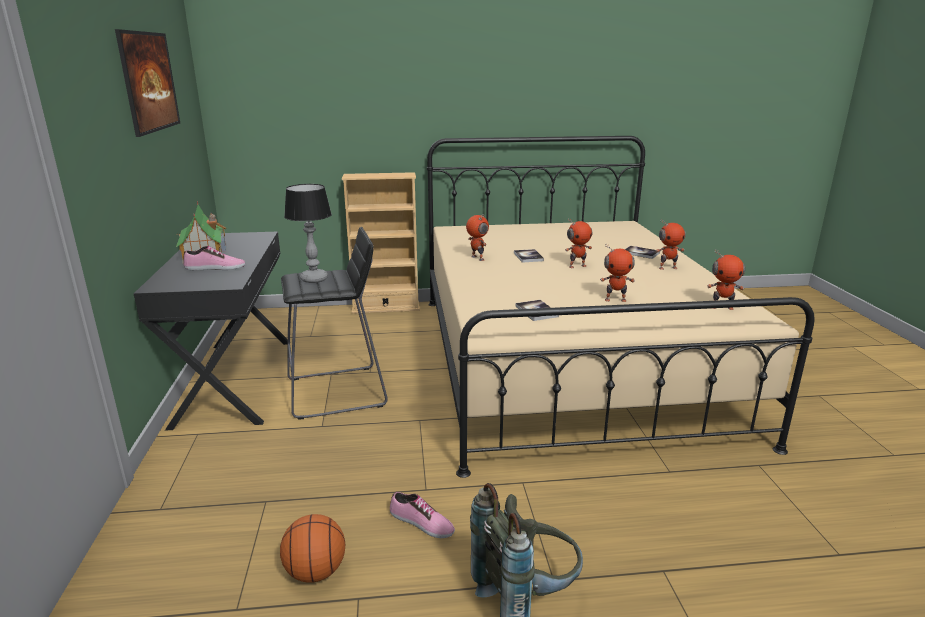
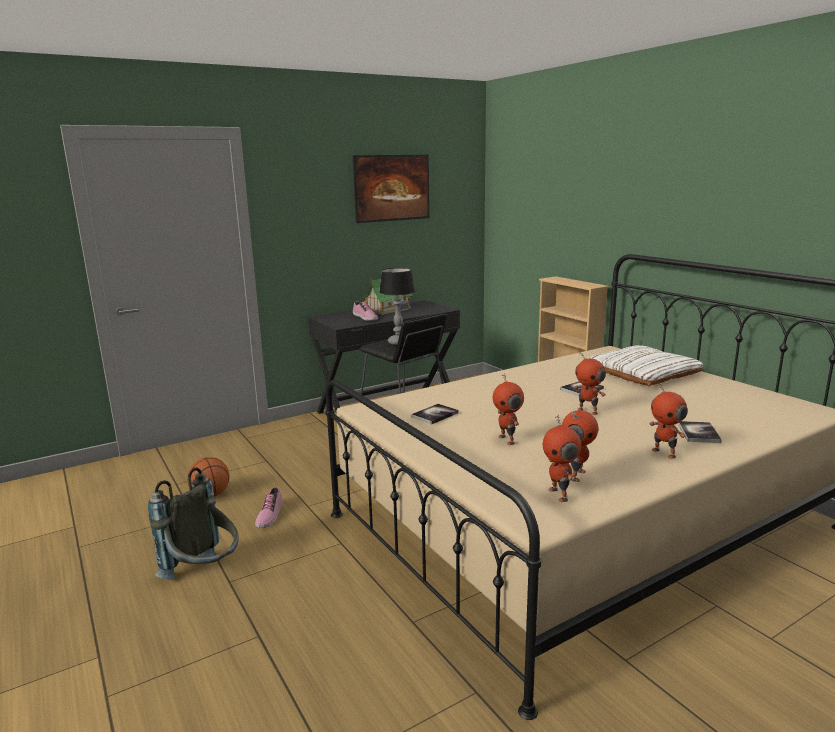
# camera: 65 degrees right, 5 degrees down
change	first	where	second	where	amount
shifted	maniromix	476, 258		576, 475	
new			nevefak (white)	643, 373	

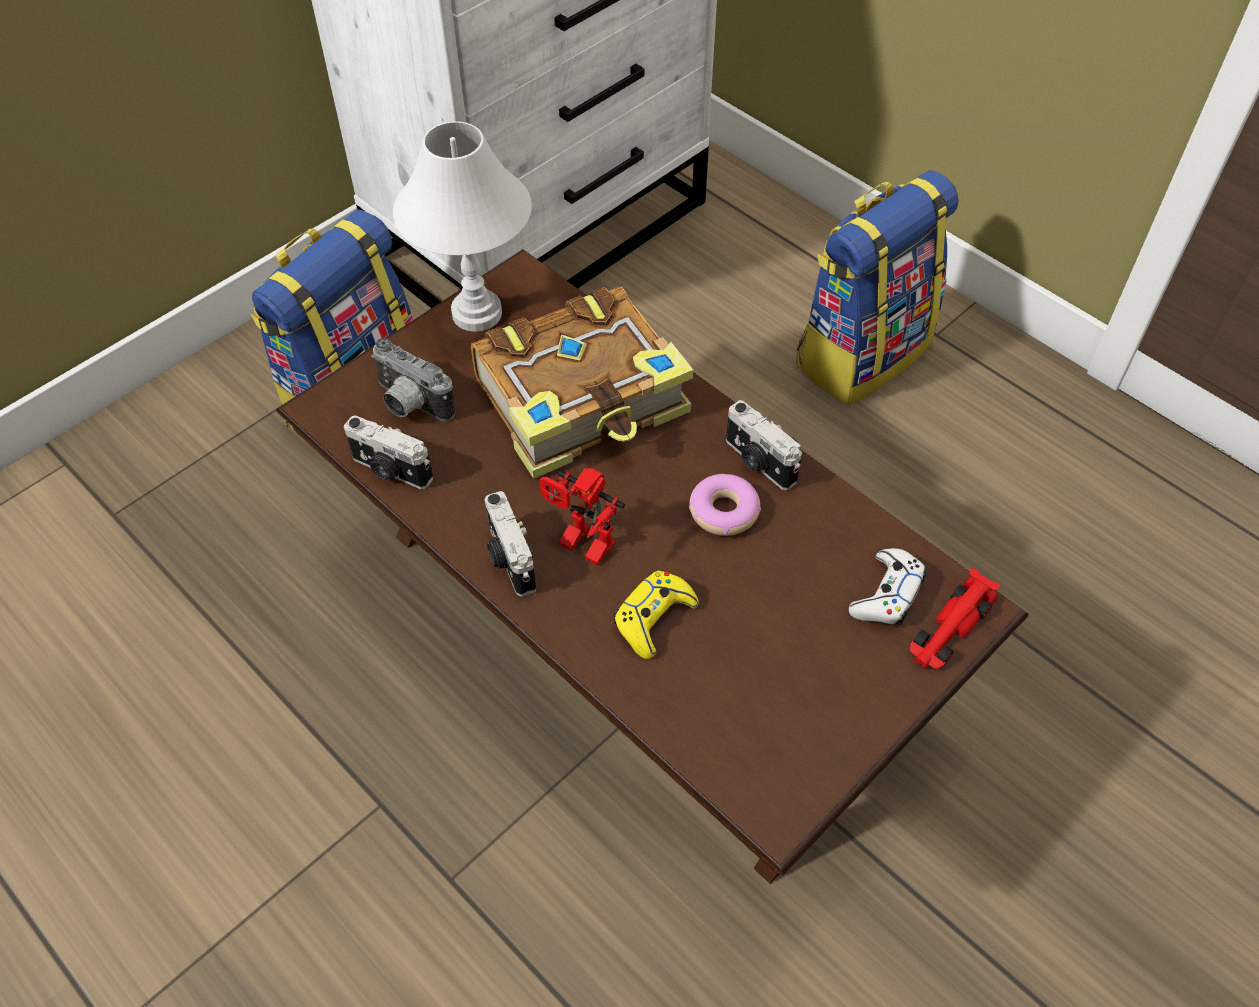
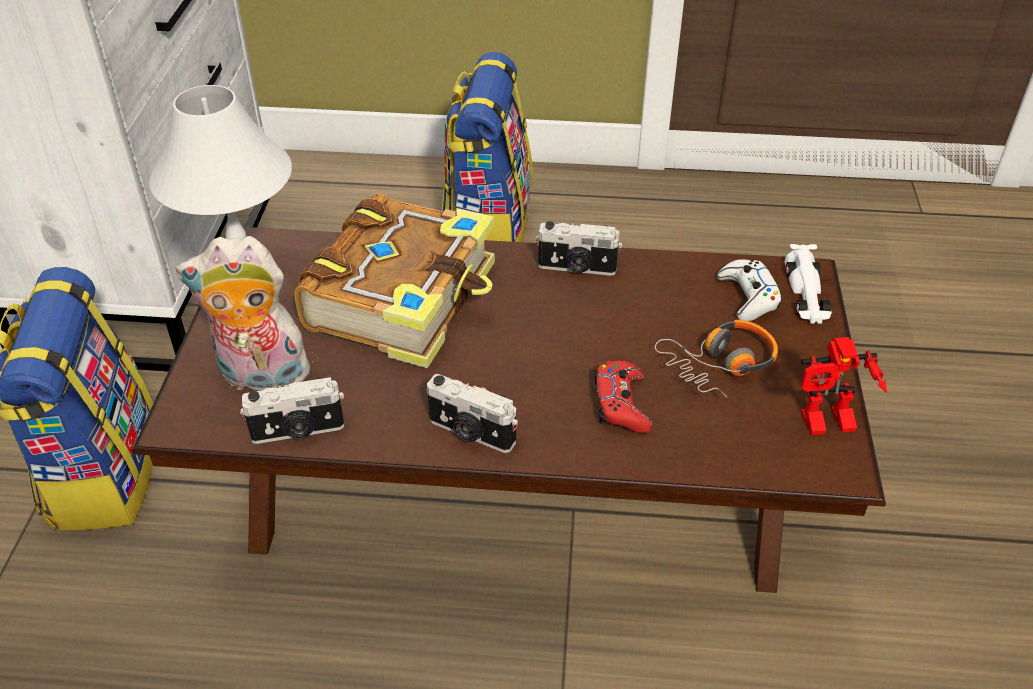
# camera: 40 degrees left, 10 degrees down
change	first	where	second	where	amount
swapped	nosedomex	409, 404	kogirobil	260, 377	
repainted	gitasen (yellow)	654, 618	gitasen (red)	621, 404	
new			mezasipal	720, 365	
repainted	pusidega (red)	950, 628	pusidega (white)	806, 293	
shifted	maniromix	580, 546		826, 426	
gone	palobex	723, 511			

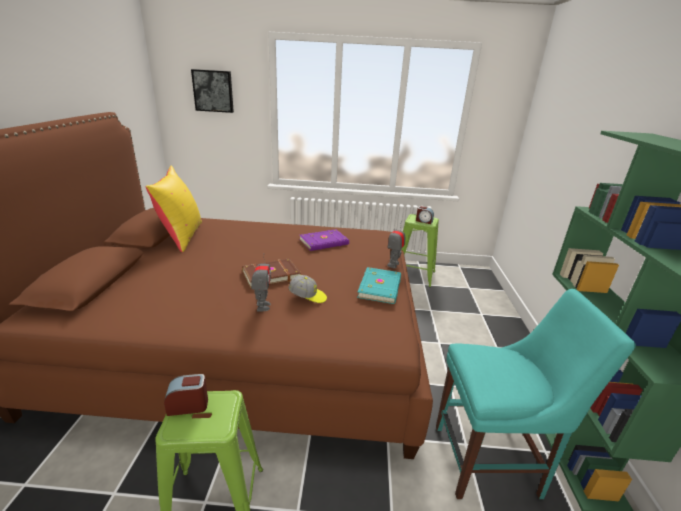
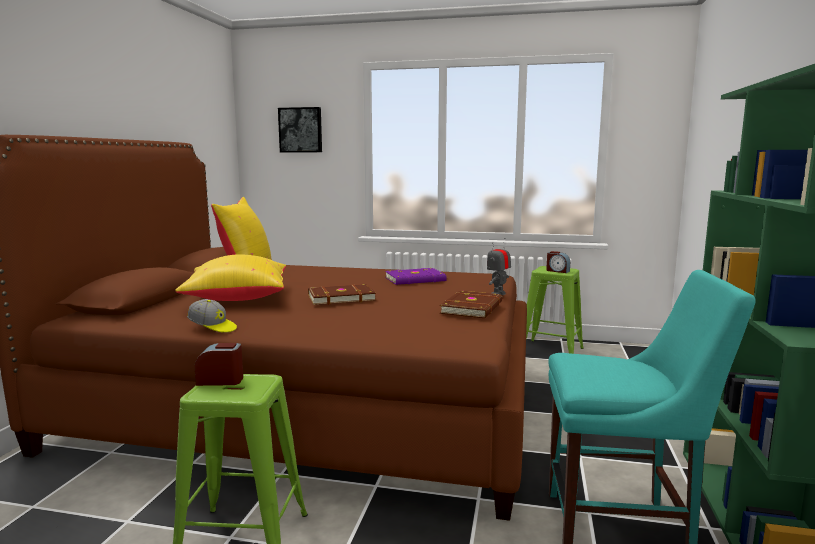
# camera: 10 degrees right, 15 degrees down
change	first	where	second	where	amount
new			nevefak (yellow)	237, 298	
shifted	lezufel	308, 296		213, 328	
repainted	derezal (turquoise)	381, 287	derezal (brown)	473, 308	
gone	maniromix	263, 306			

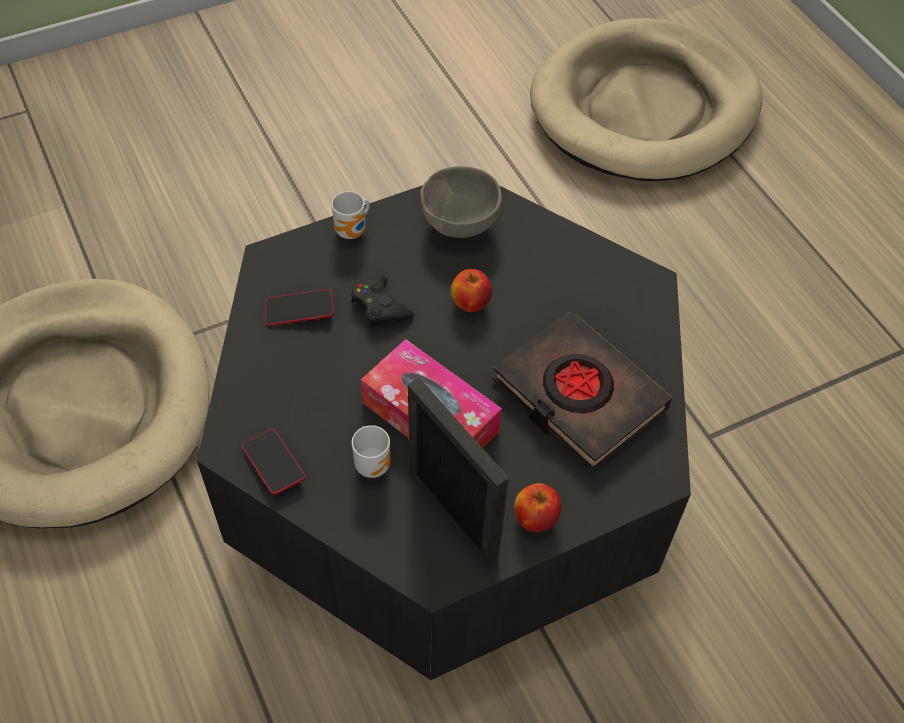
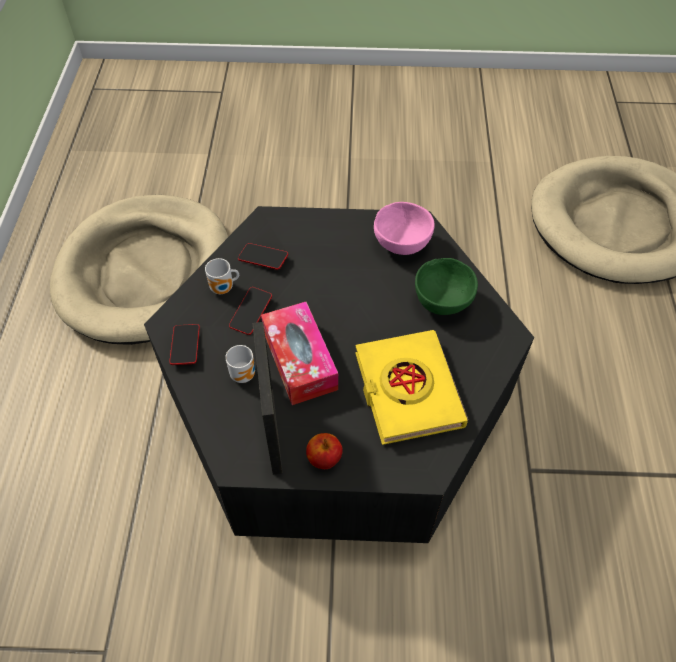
# camera: 30 degrees right, 0 degrees up
change	first	where	second	where	amount
shifted	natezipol	353, 232		224, 289	
new			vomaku	251, 313	
repainted	derezal (black)	578, 395	derezal (yellow)	407, 390	
repainted	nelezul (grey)	459, 222	nelezul (pink)	401, 243	
new			nelezul (green)	443, 301	
gone	gitasen (black)	380, 306			
gone	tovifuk	470, 303			

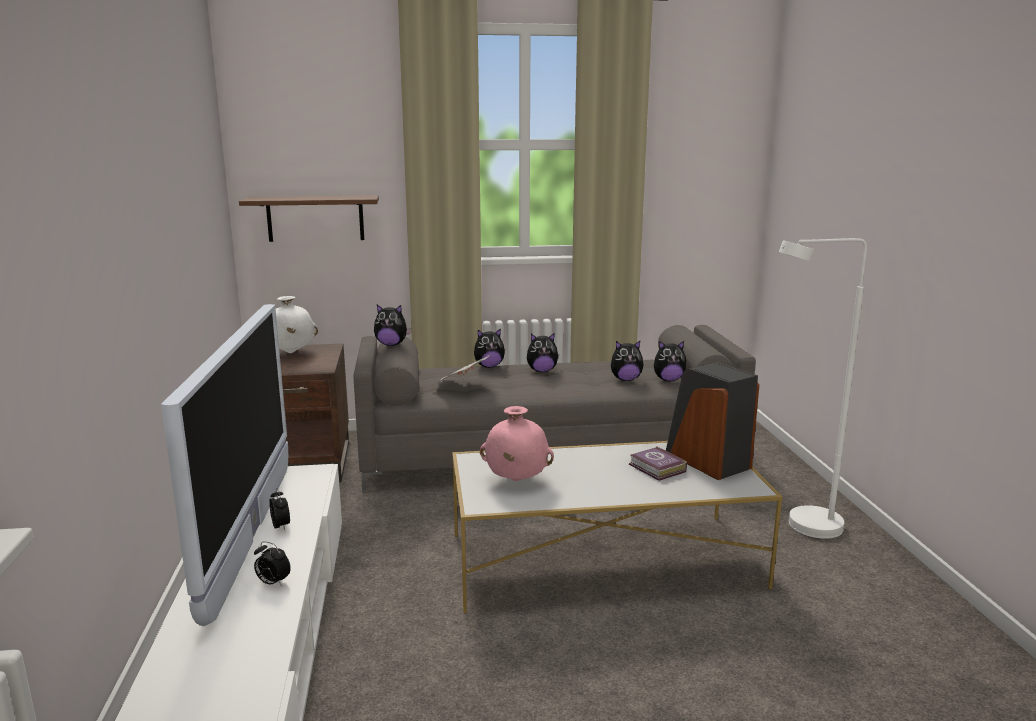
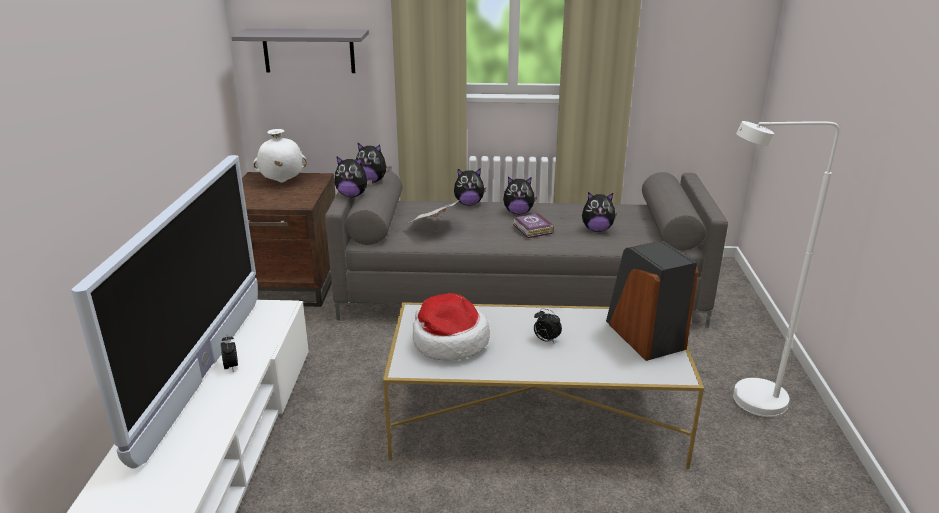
# camera: 10 degrees right, 10 degrees up
change	first	where	second	where	amount
repainted	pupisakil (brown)	315, 218	pupisakil (grey)	308, 51	
shifted	kogirobil	668, 380		352, 195	
swapped	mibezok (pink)	516, 480	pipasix	448, 342	
shifted	derezal	657, 468		532, 229	
shifted	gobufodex	272, 583		546, 340	

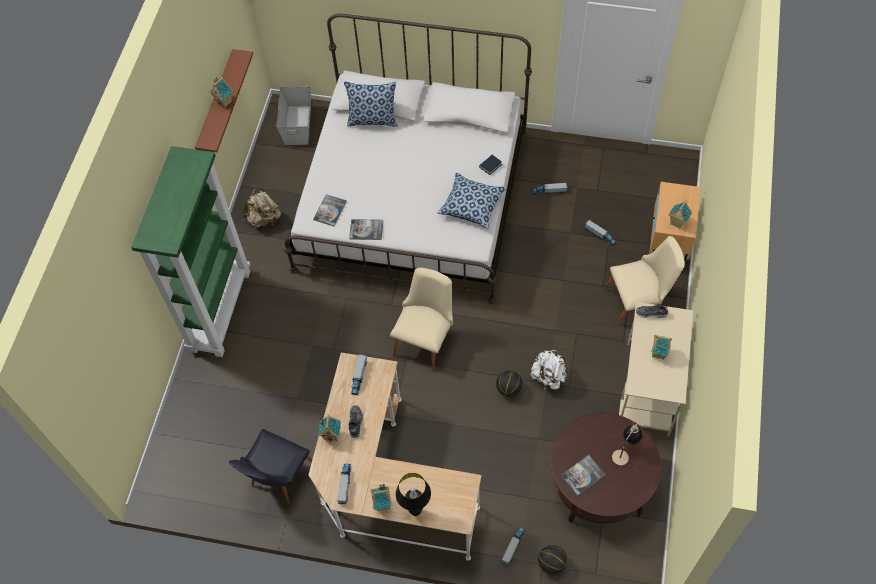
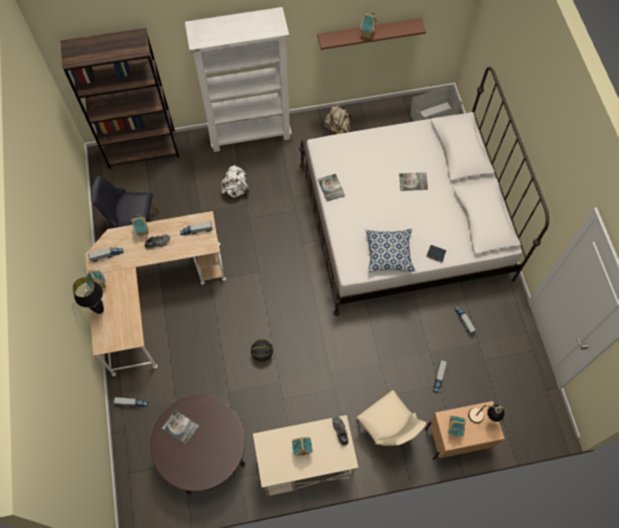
# camera: 65 degrees right, 5 degrees up
change	first	where	second	where	amount
new			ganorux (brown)	143, 151	
repainted	ganorux (green)	220, 309	ganorux (white)	250, 134	
shifted	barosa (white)	548, 377		236, 189	
shifted	derezal	330, 210		413, 182	
shifted	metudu	624, 452		483, 417	
gone	nevefak	373, 120			
gone	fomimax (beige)	425, 339			
gone	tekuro	551, 564			

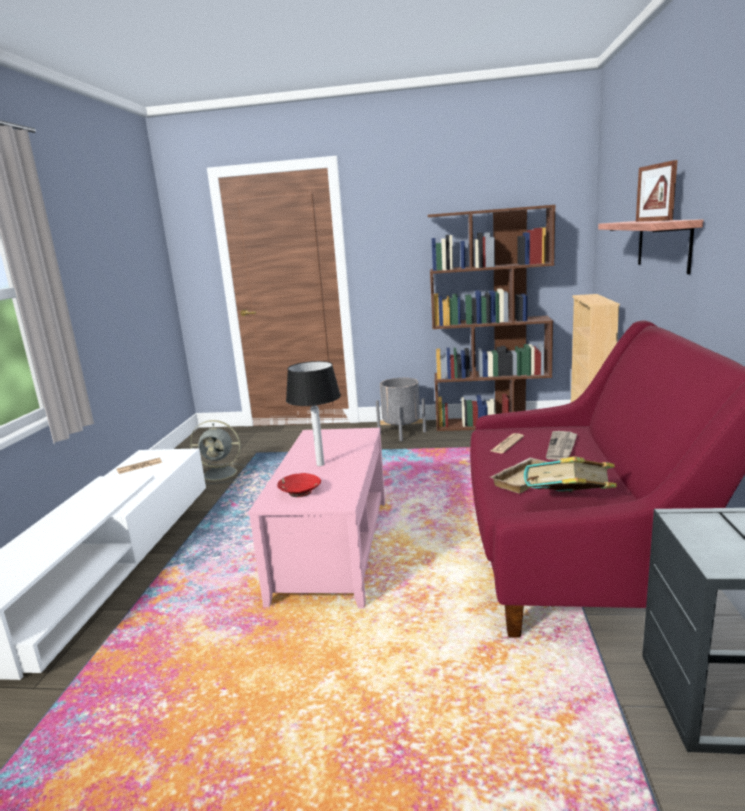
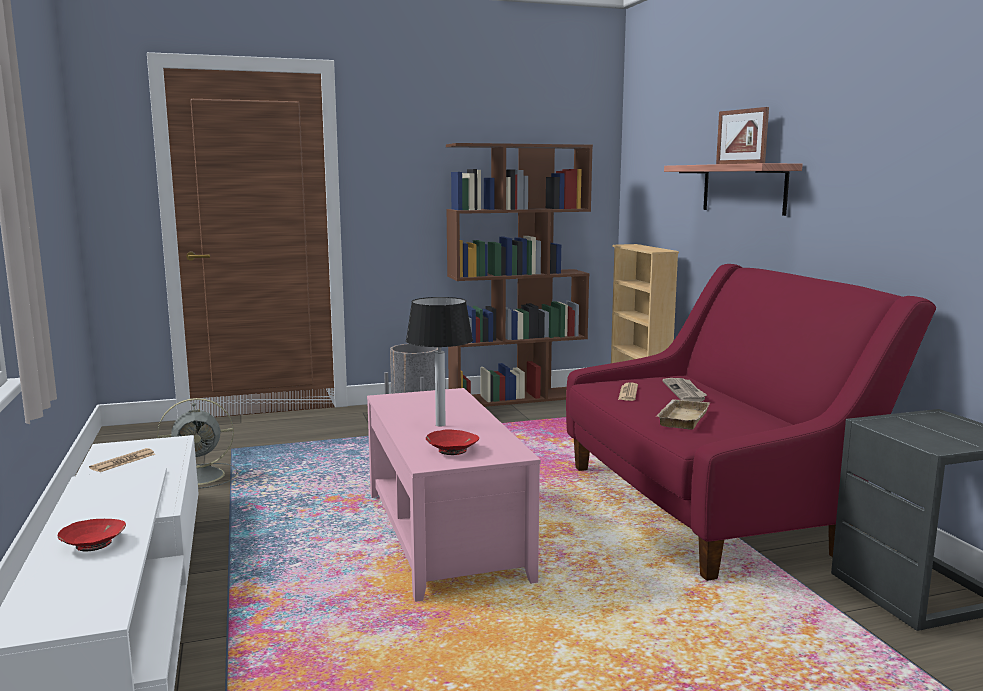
# camera: 25 degrees left, 5 degrees down
change	first	where	second	where	amount
new			nelezul (red)	93, 544	
gone	derezal	568, 504			

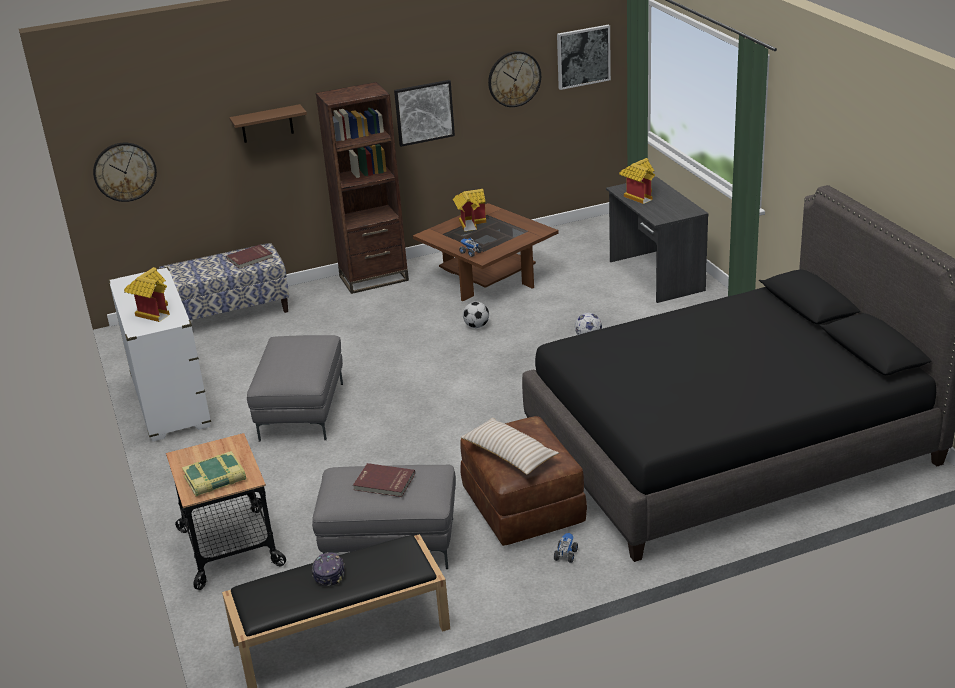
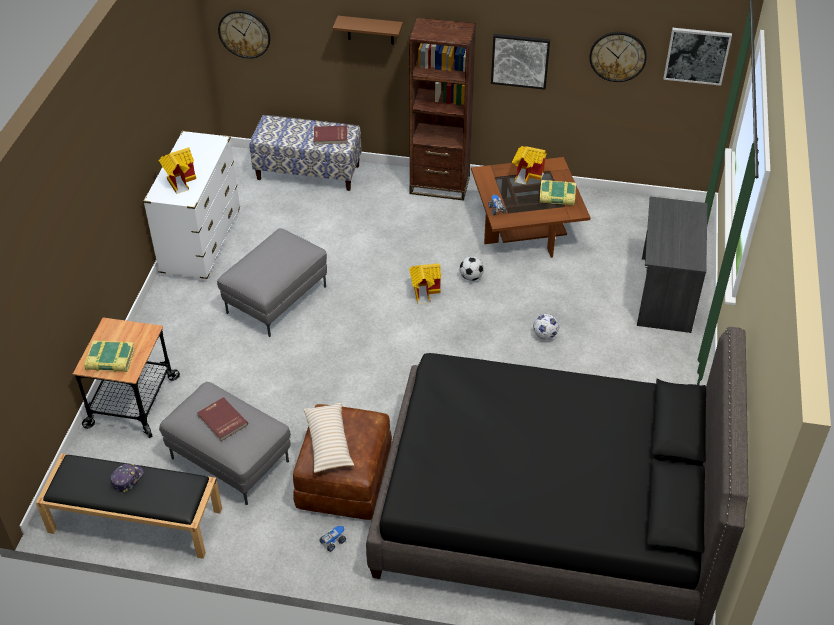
# camera: 30 degrees right, 15 degrees up
change	first	where	second	where	amount
shifted	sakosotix	638, 196		425, 291	
new			derezal	557, 196	

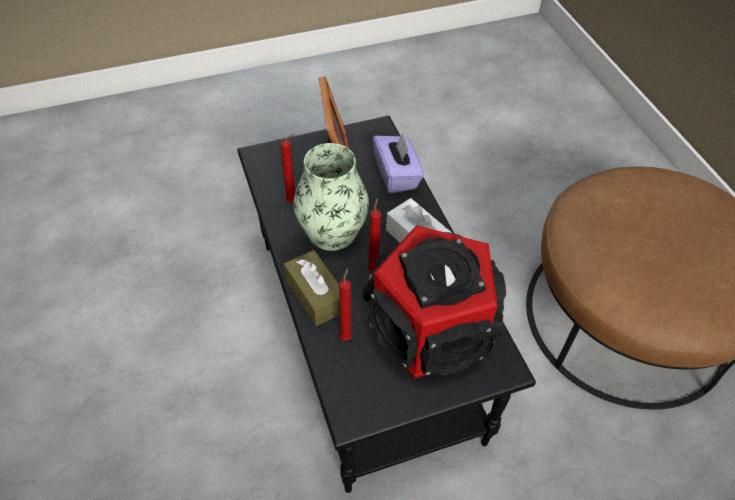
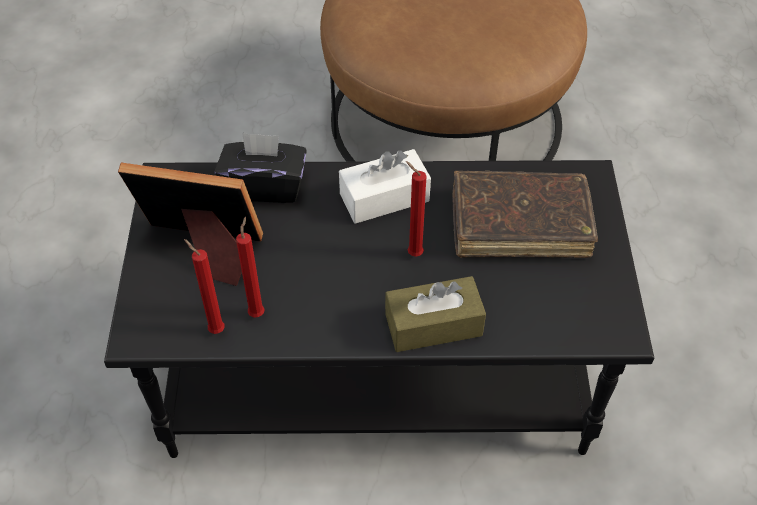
# camera: 70 degrees left, 0 degrees up
change	first	where	second	where	amount
shifted	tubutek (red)	346, 336		214, 329	
repainted	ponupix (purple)	396, 175	ponupix (black)	265, 186	
swapped	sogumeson	431, 328	derezal (brown)	520, 224	
gone	mibezok	332, 231			

